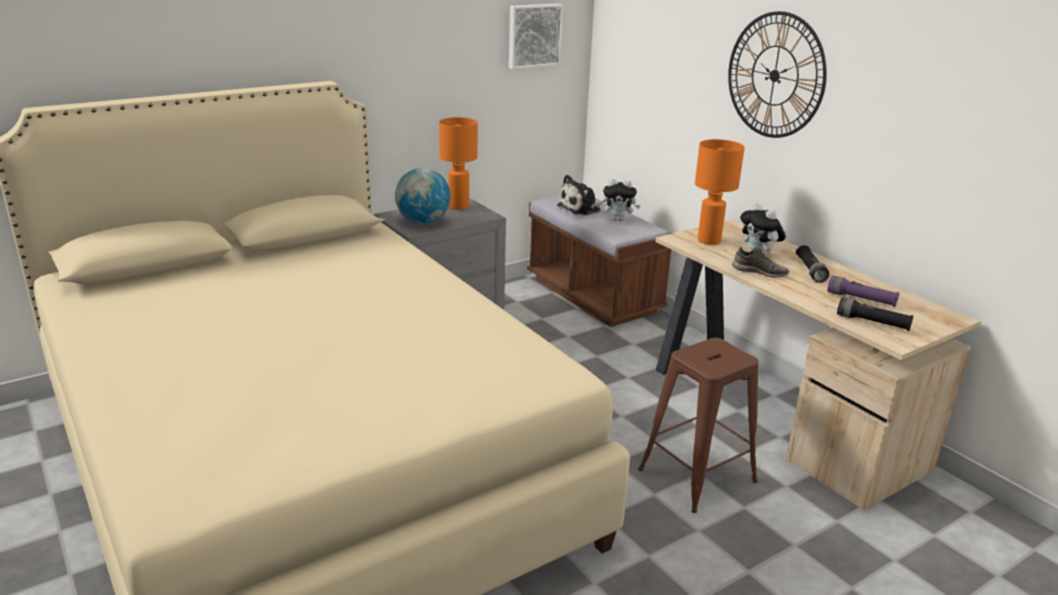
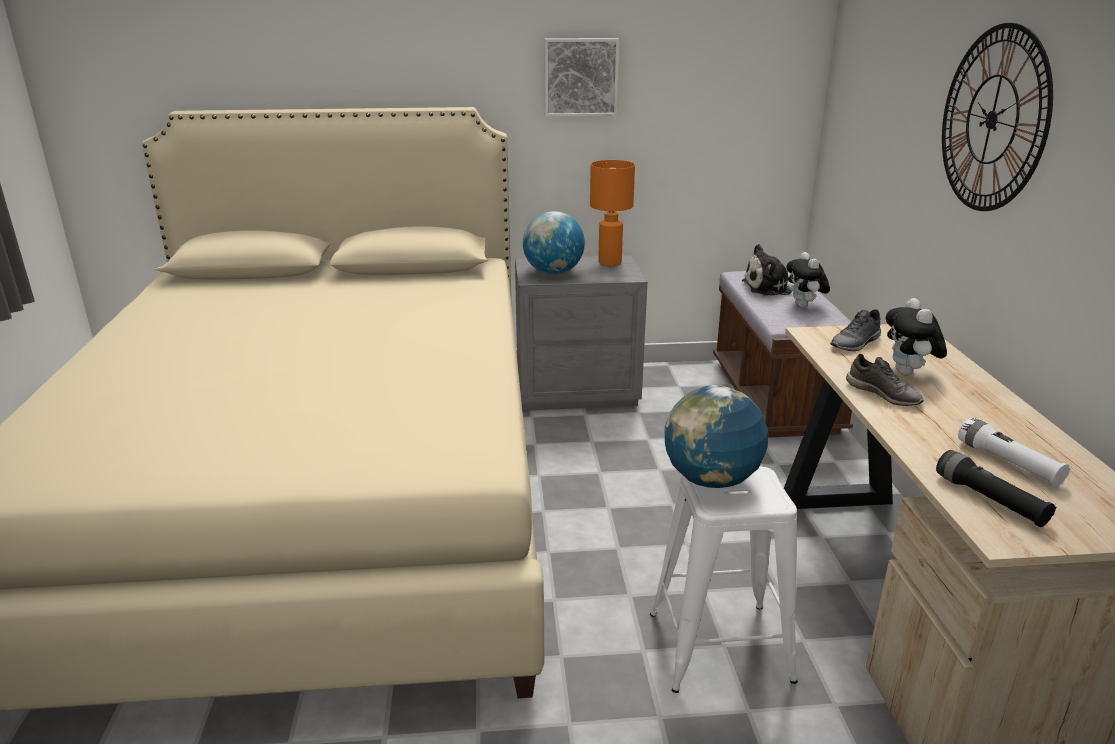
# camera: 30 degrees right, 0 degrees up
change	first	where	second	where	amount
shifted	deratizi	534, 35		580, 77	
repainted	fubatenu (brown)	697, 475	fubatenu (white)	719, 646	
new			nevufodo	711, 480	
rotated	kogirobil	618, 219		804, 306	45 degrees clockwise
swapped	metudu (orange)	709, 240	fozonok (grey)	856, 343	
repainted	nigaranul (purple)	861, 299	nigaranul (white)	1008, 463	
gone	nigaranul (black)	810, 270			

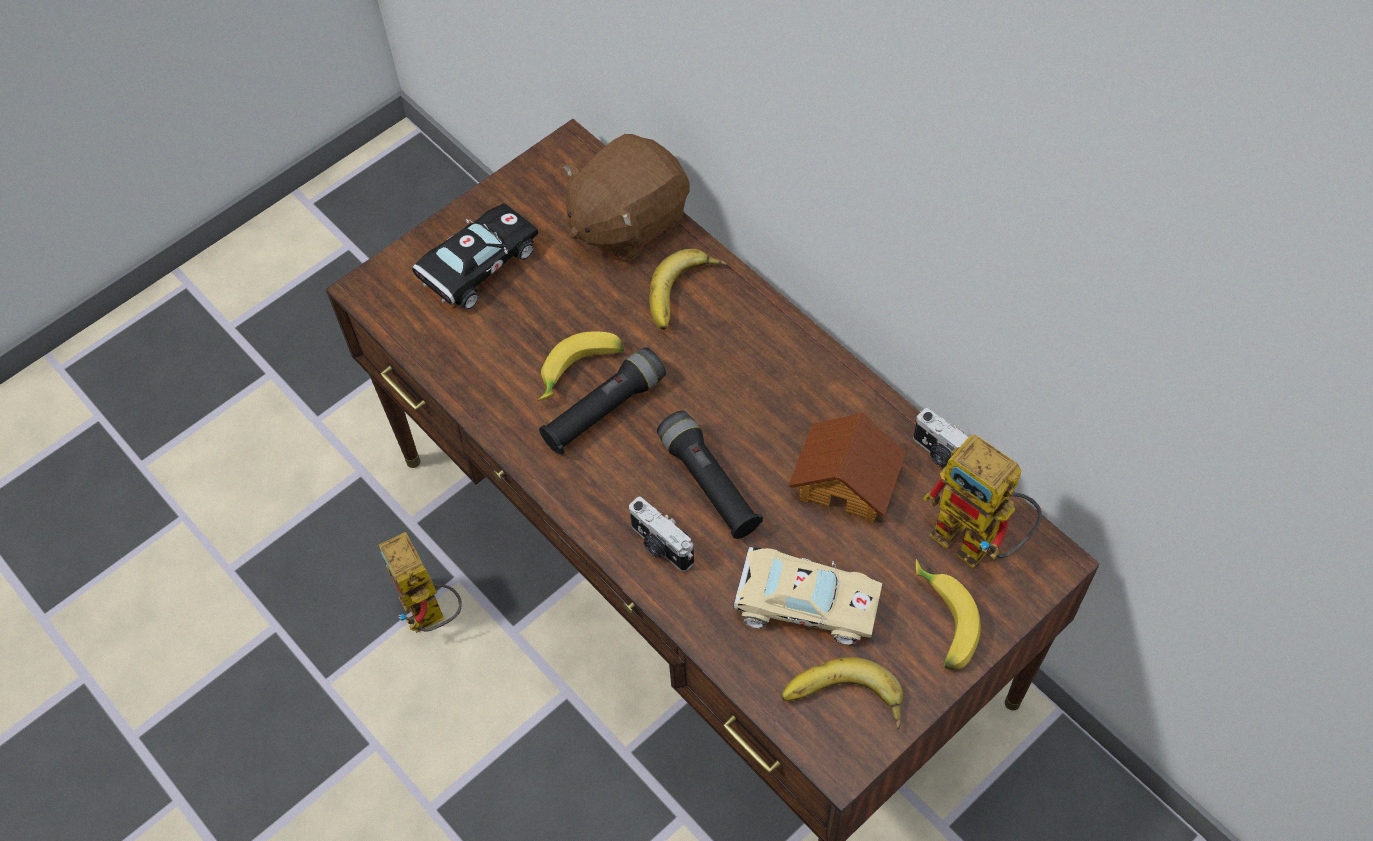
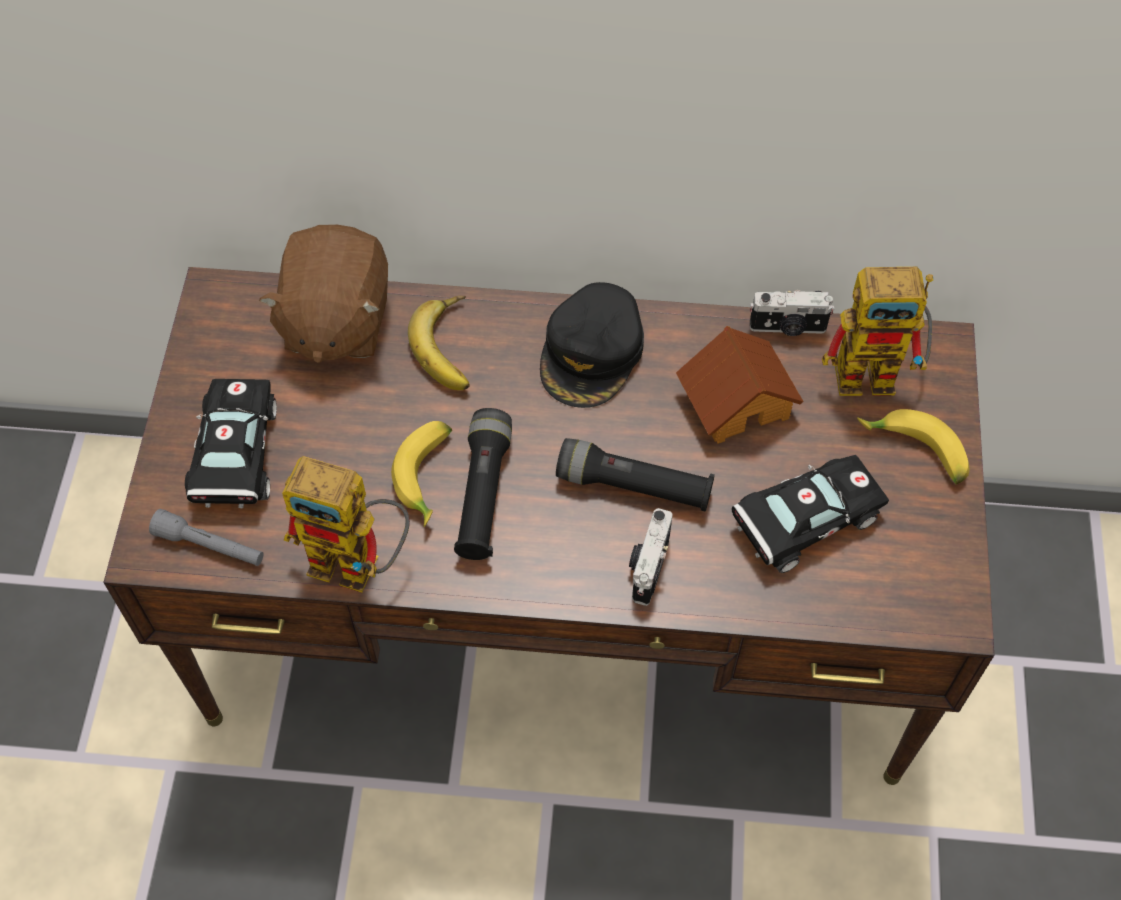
# camera: 45 degrees left, 0 degrees up
change	first	where	second	where	amount
new			nigaranul (grey)	210, 546	
shifted	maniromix	431, 614		360, 563	
new			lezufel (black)	592, 353	
rotated	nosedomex	660, 546		648, 567	105 degrees clockwise
repainted	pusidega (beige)	801, 602	pusidega (black)	801, 522	
gone	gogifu	843, 703			

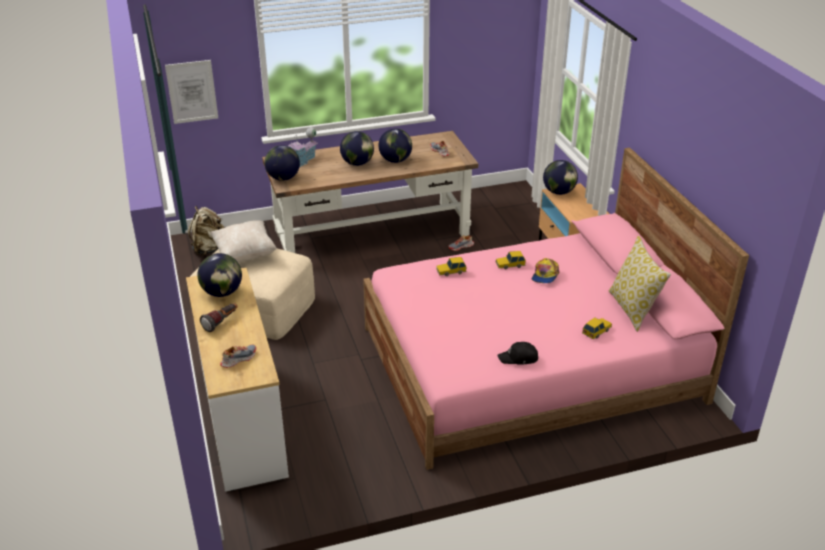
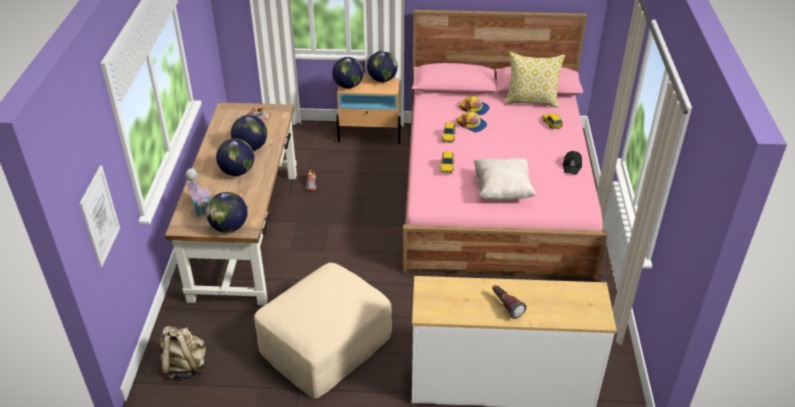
# camera: 70 degrees left, 5 degrees up
change	first	where	second	where	amount
shifted	nevufodo	222, 292		382, 80	
new			lezufel	474, 108	
shifted	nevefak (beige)	245, 255		502, 190	
gone	fozonok	238, 359			

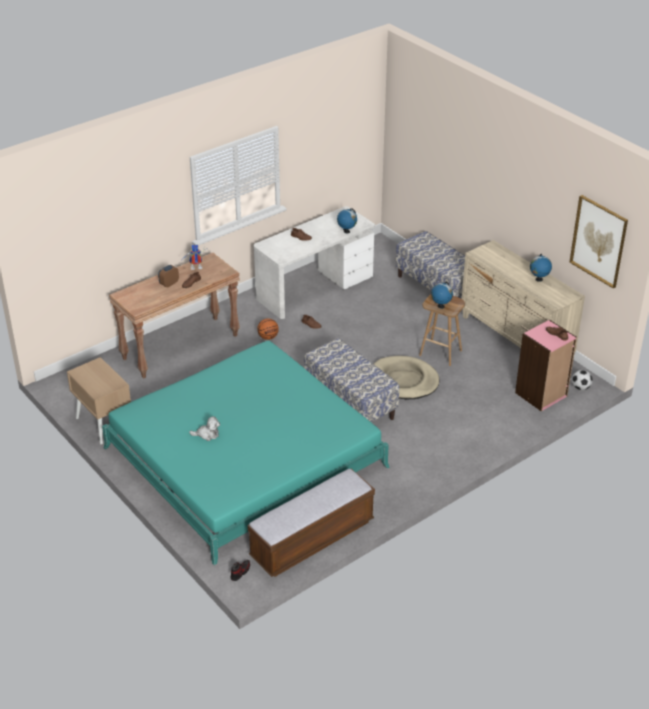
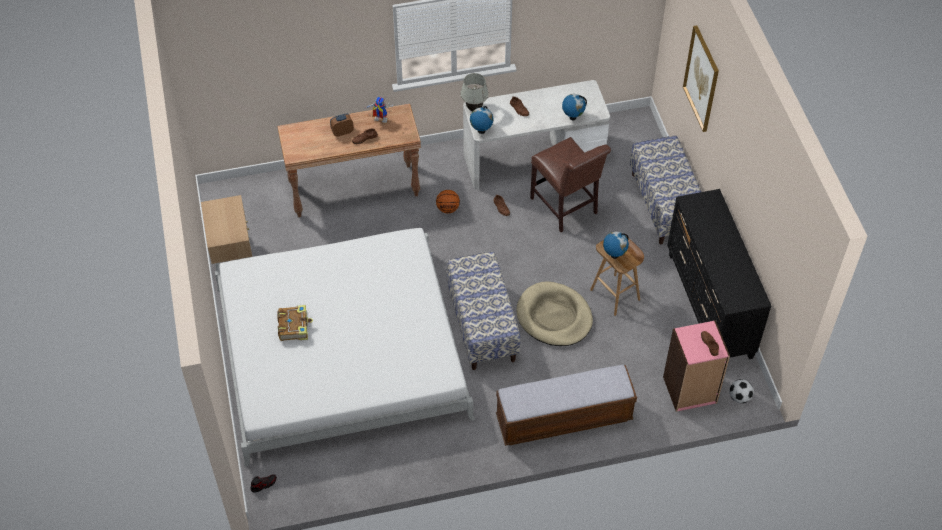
# camera: 25 degrees right, 15 degrees up
change	first	where	second	where	amount
repainted	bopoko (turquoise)	245, 457	bopoko (white)	342, 352	
swapped	kogirobil	207, 434	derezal	294, 326	
new			metudu (white)	474, 109	
shifted	nevufodo	538, 279		481, 131	
shifted	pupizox	312, 539		563, 418	
new			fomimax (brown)	565, 208	
repainted	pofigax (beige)	515, 339	pofigax (black)	709, 306	
shifted	deratizi	598, 241		701, 79	

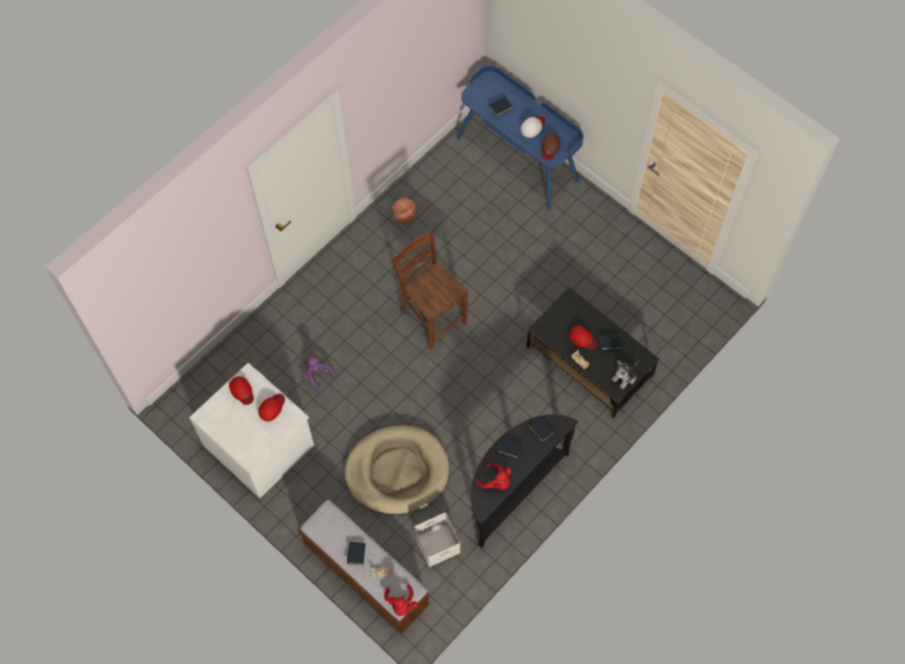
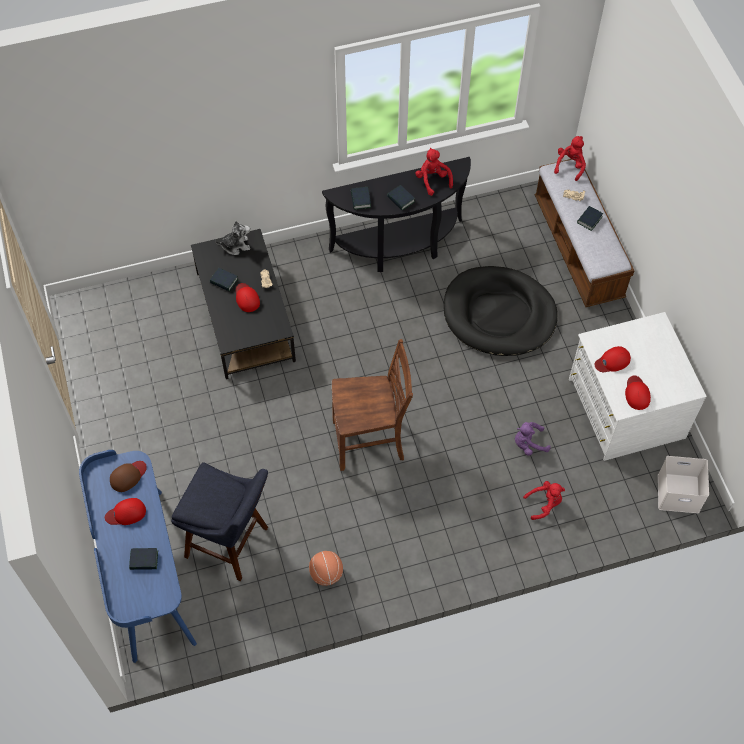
# camera: 150 degrees left, 5 degrees down
change	first	where	second	where	amount
repainted	lezufel (white)	533, 127	lezufel (red)	126, 513	
new			fubatenu (blue)	231, 544	
rotated	fomimax (brown)	432, 316		370, 442	90 degrees counterclockwise
repainted	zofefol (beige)	397, 472	zofefol (black)	499, 314	
rotated	kogirobil (purple)	318, 376		528, 444	90 degrees clockwise
new			kogirobil (red)	544, 504	
shifted	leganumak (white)	438, 543		677, 494	

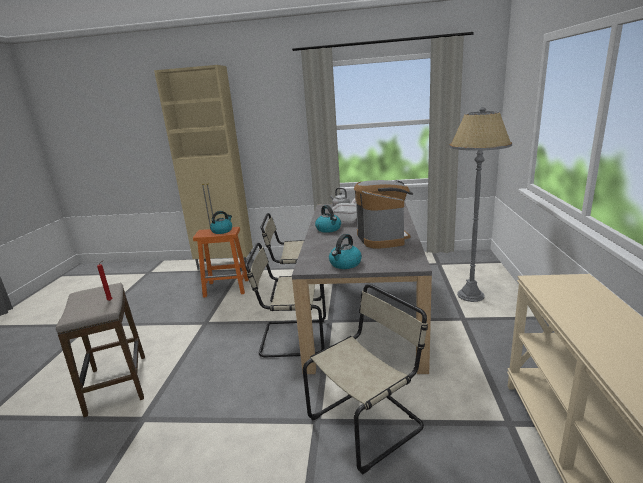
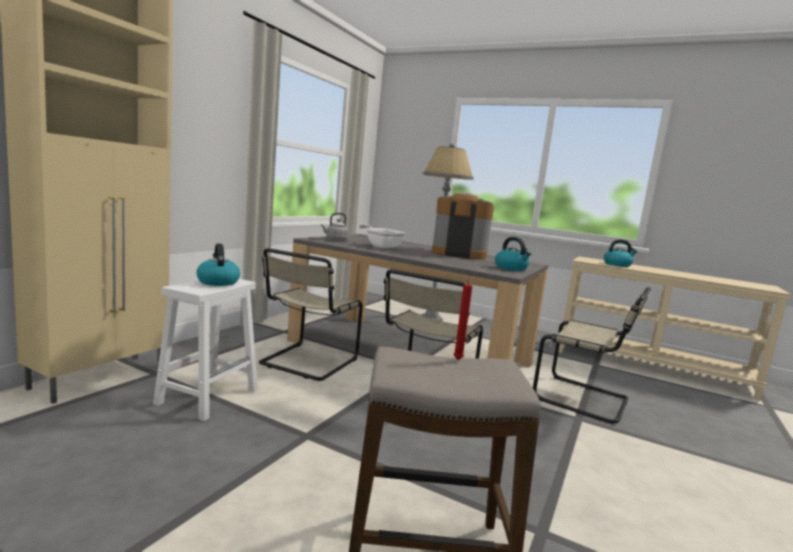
# camera: 70 degrees left, 10 degrees down
change	first	where	second	where	amount
repainted	fubatenu (orange)	227, 288	fubatenu (white)	208, 396	
rotated	fomimax (beige)	369, 422		585, 400	135 degrees clockwise
shifted	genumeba	329, 229		617, 265	

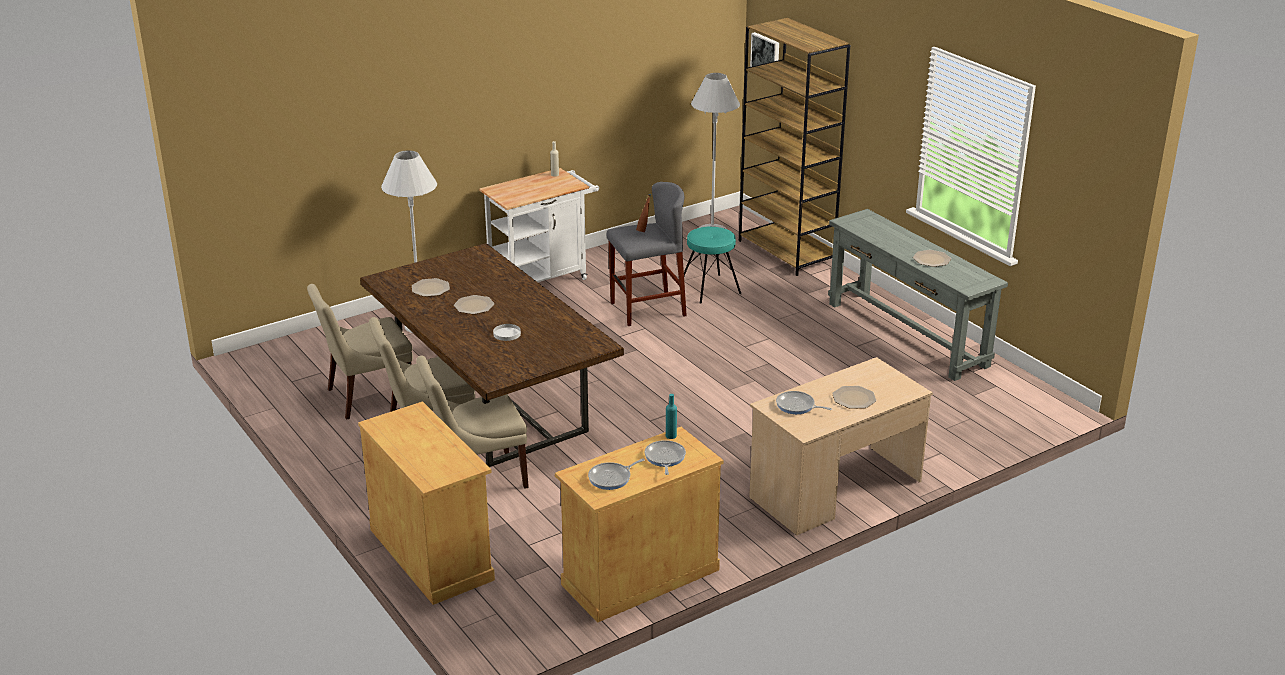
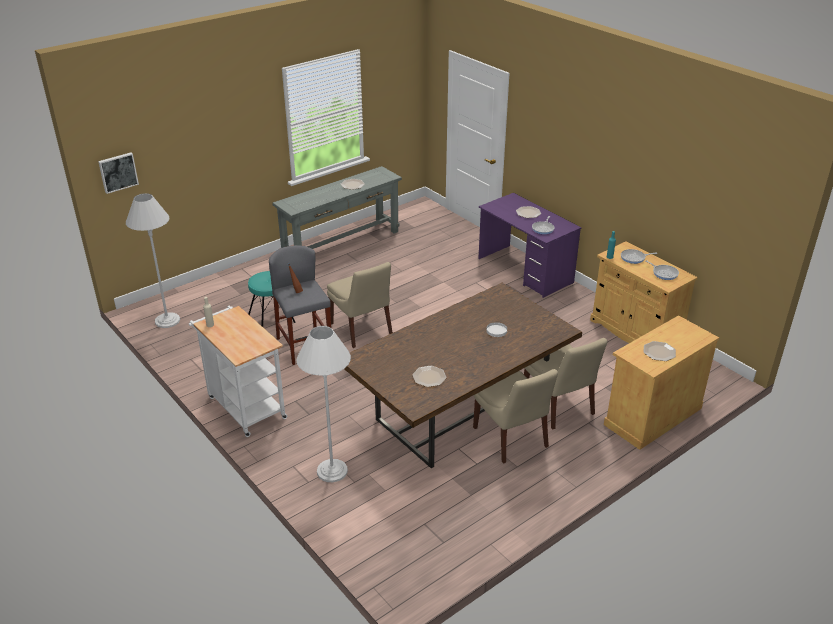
# camera: 95 degrees left, 5 degrees up
change	first	where	second	where	amount
shifted	fomimax (beige)	367, 397		362, 330	
repainted	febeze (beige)	835, 490	febeze (purple)	525, 271	
shifted	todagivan	474, 306		659, 352	
gone	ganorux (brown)	786, 252			

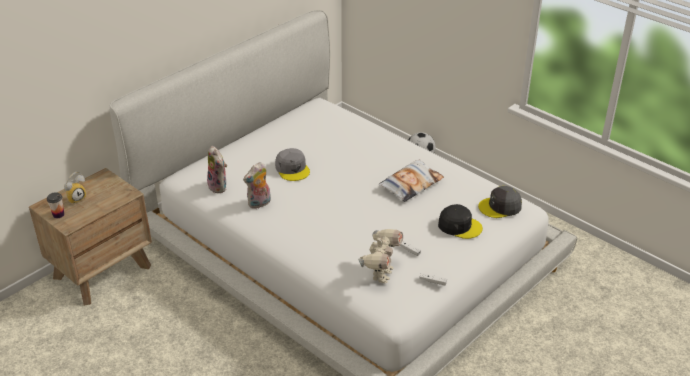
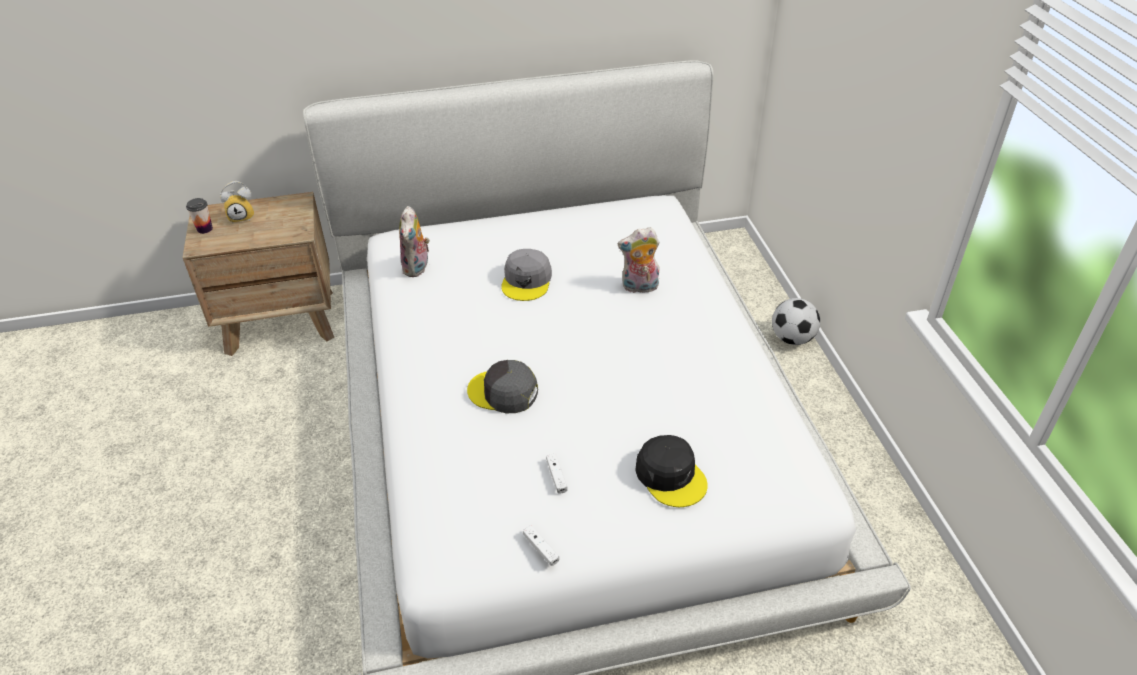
# camera: 35 degrees right, 5 degrees up
change	first	where	second	where	amount
shifted	lezufel (grey)	500, 207		503, 392	
shifted	kogirobil	259, 204		639, 287	
gone	maniromix	380, 274			
gone	nevefak	411, 184			

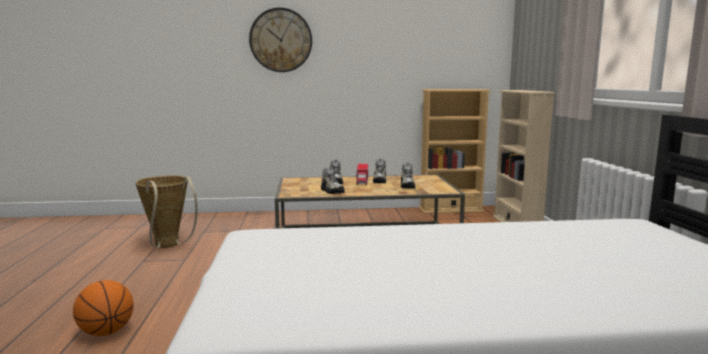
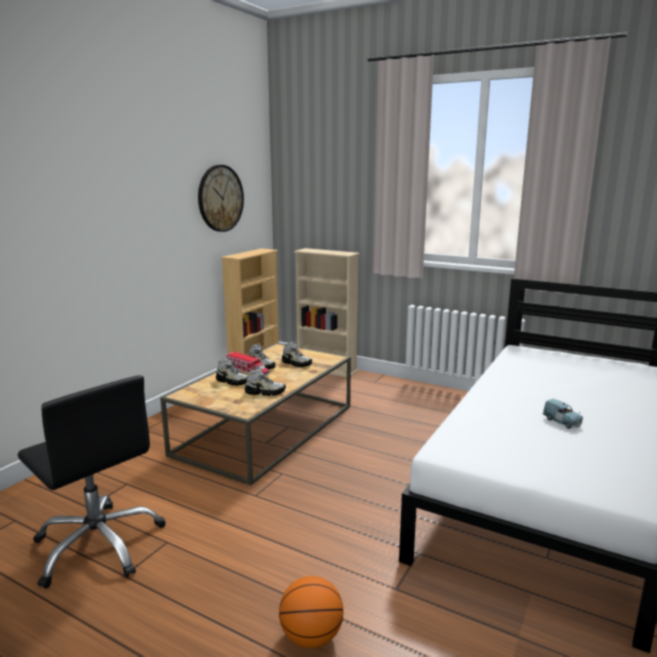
# camera: 55 degrees left, 5 degrees up
change	first	where	second	where	amount
swapped	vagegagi	168, 246	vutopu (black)	99, 545	
shifted	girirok	281, 40		220, 198	
new			pusidega (blue)	562, 422	

